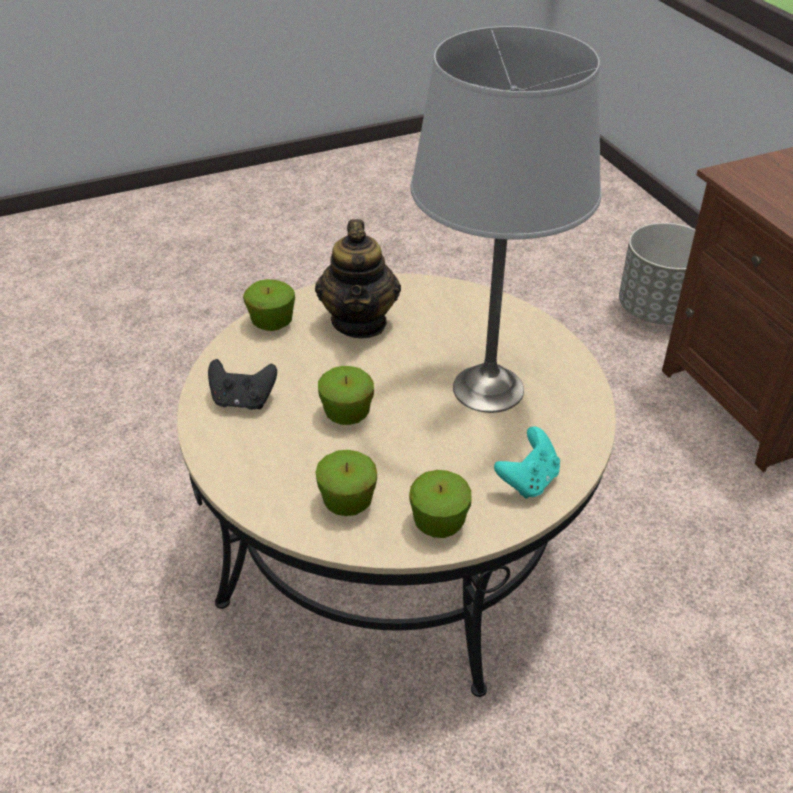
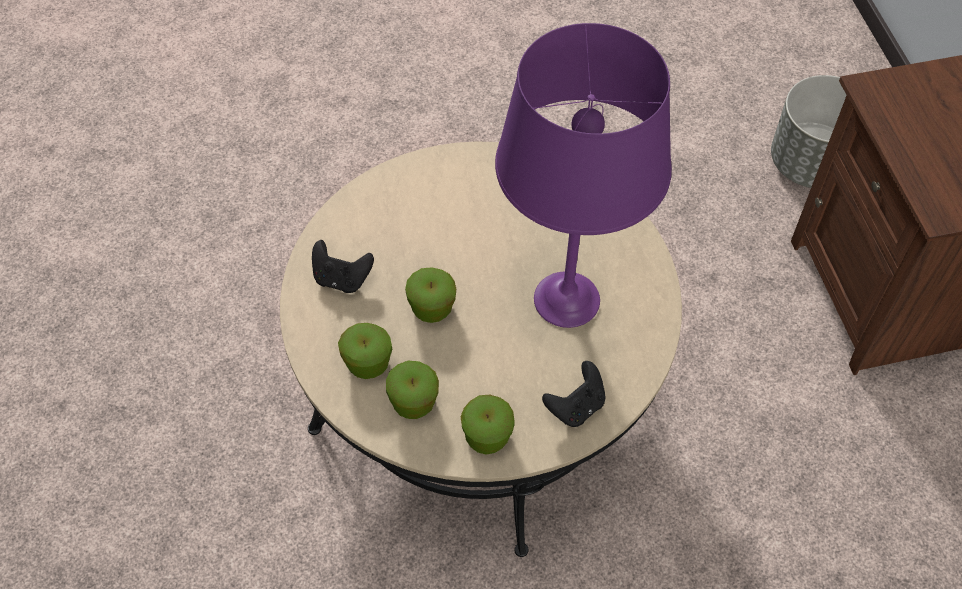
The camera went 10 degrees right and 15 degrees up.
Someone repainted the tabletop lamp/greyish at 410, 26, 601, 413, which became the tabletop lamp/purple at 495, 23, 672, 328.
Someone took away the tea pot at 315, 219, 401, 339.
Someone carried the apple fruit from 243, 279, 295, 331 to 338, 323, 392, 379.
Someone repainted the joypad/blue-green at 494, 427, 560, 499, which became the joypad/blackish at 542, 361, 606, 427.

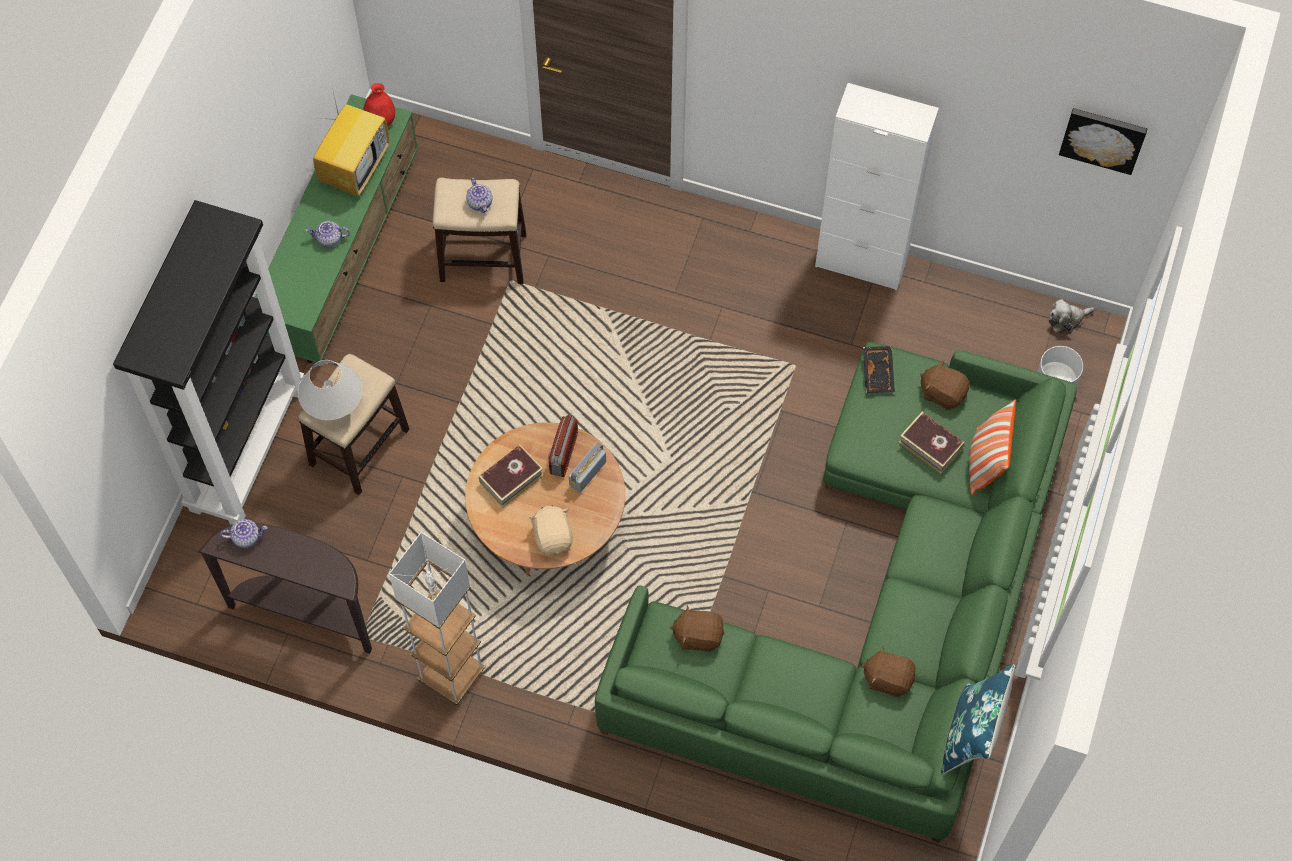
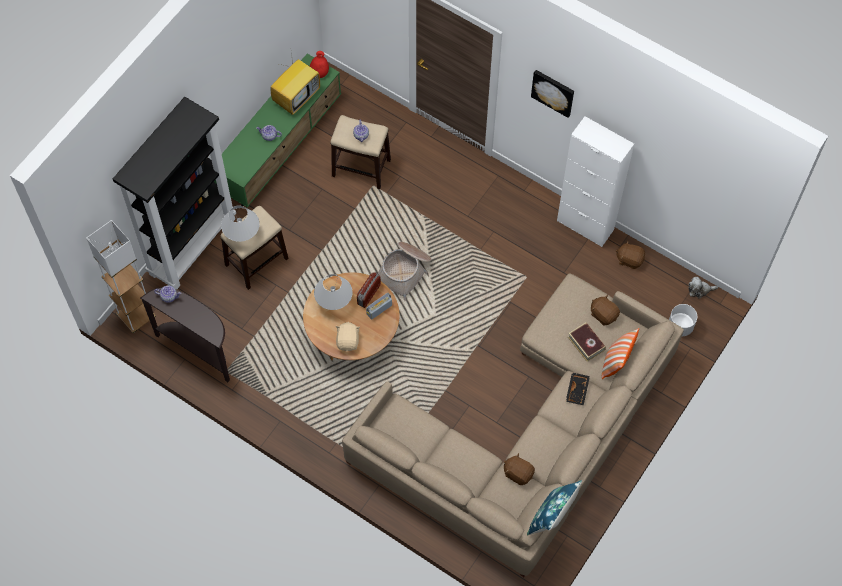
The camera went 15 degrees right and 0 degrees up.
Someone carried the wall art from 1059, 108, 1147, 175 to 531, 70, 574, 118.
Someone repainted the couch/greenish at 595, 342, 1077, 842, which became the couch/beige-coloured at 342, 273, 684, 577.
Someone carried the carrying tray/blackish from 863, 346, 895, 393 to 566, 372, 590, 405.
Someone swapped the book at 479, 445, 544, 507 for the tabletop lamp/white-coloured at 314, 274, 352, 310.
Someone carried the floor lamp/white-coloured from 389, 532, 486, 705 to 87, 220, 156, 333.
Someone carried the cuddly toy/brownish from 670, 605, 725, 652 to 615, 241, 645, 269.
Someone put down the storage basket at 378, 242, 431, 301.

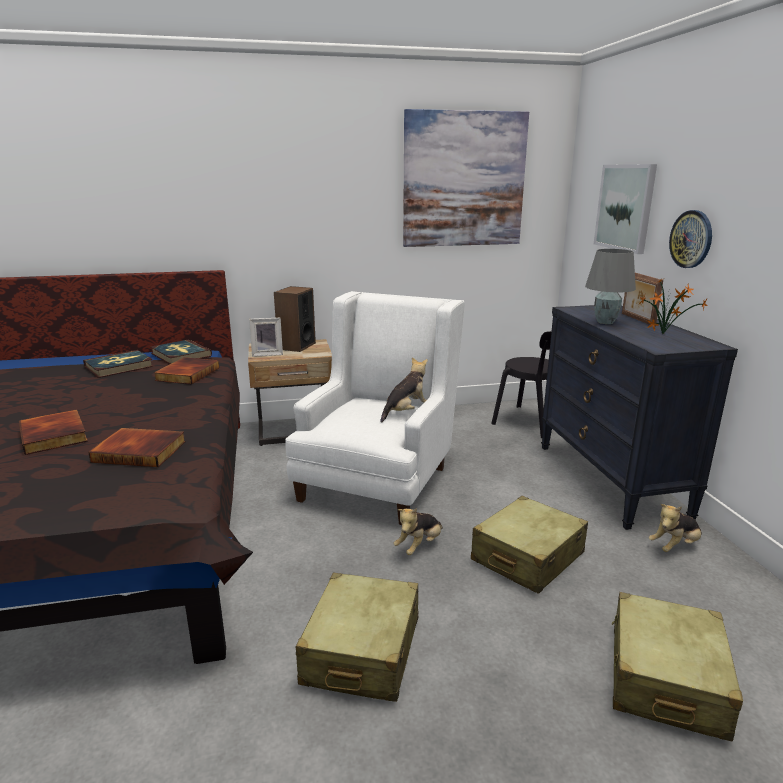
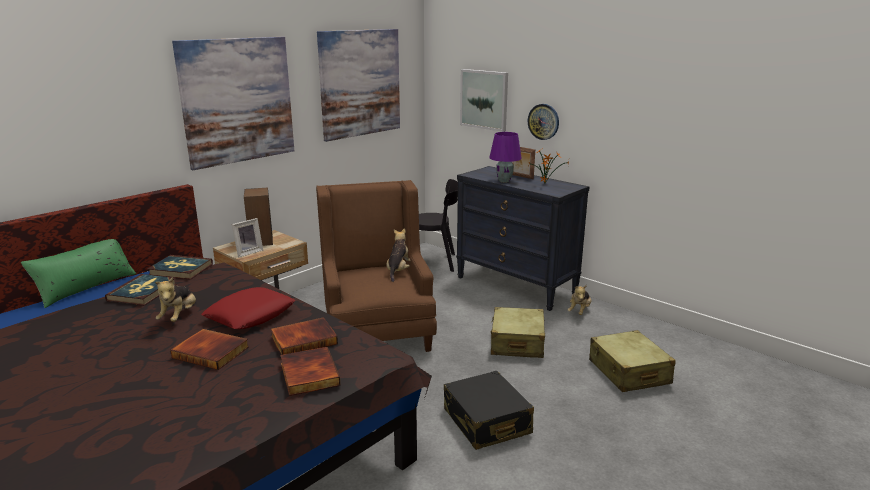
The camera went 35 degrees left and 0 degrees up.
Someone repainted the tabletop lamp/greyish at 585, 249, 636, 324, which became the tabletop lamp/purple at 489, 132, 522, 182.
Someone repainted the lounge chair/white-coloured at 285, 291, 465, 525, which became the lounge chair/brownish at 316, 180, 437, 352.
Someone carried the book from 154, 357, 219, 385 to 280, 347, 340, 396.
Someone carried the cuddly toy from 393, 508, 443, 555 to 155, 277, 196, 322.
Someone repainted the travel case/beige-coloured at 295, 573, 418, 702, which became the travel case/blackish at 444, 371, 534, 450.
Someone put up the wall art at 172, 37, 294, 170.
Someone put down the pillow/greenish at 21, 239, 136, 308.
Someone put down the pillow/red at 201, 287, 295, 329.

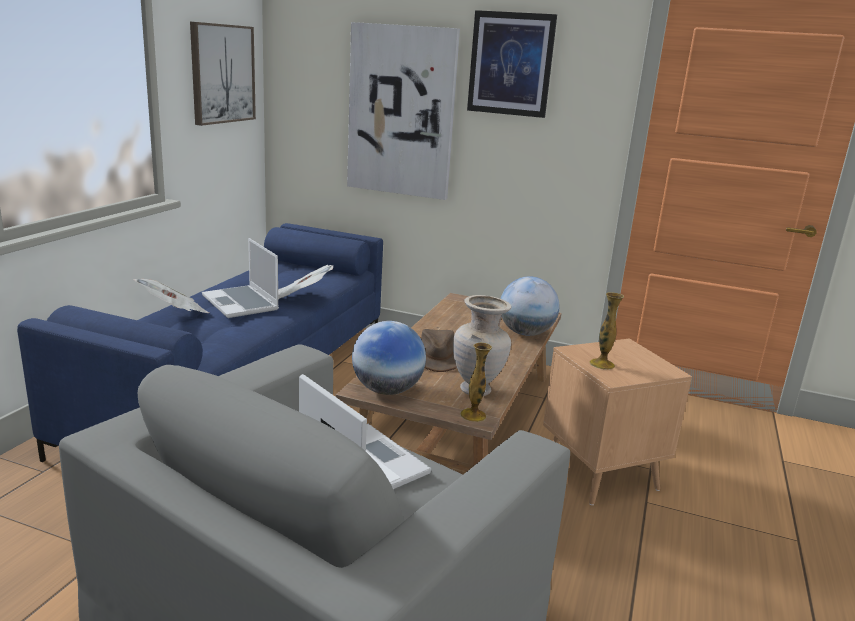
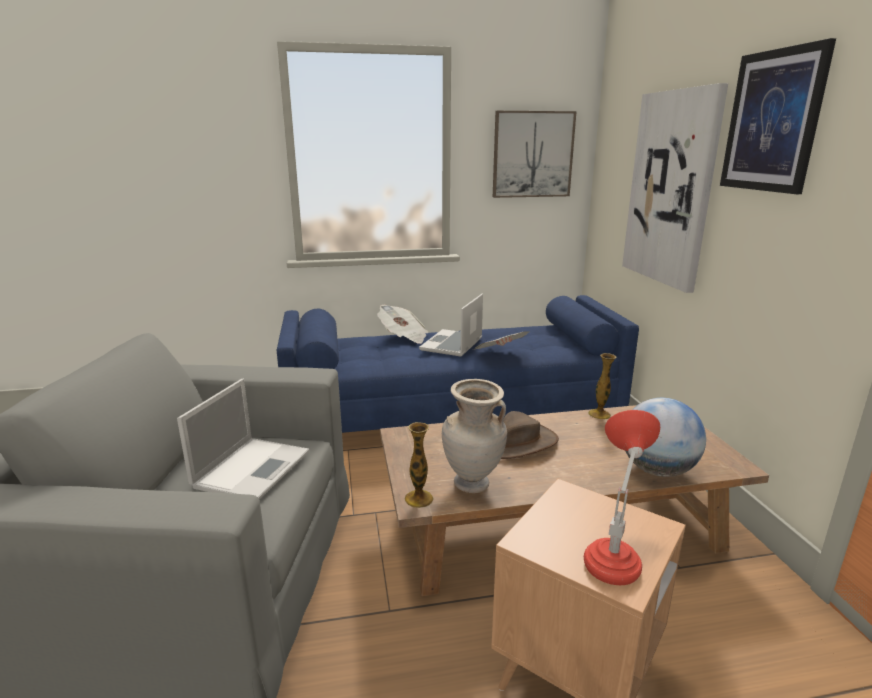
The camera went 60 degrees right and 0 degrees up.
Someone carried the vase from 589, 292, 624, 370 to 588, 353, 617, 419.
Someone took away the desk globe at 352, 321, 426, 395.
Someone put down the tabletop lamp/red at 584, 410, 660, 585.

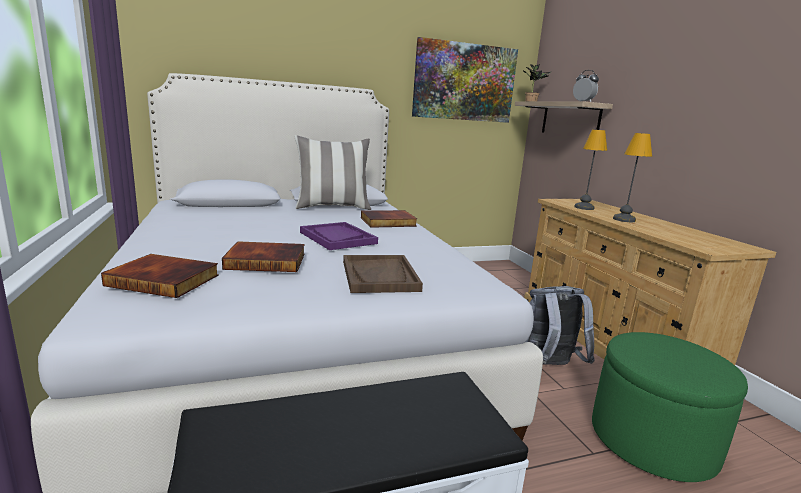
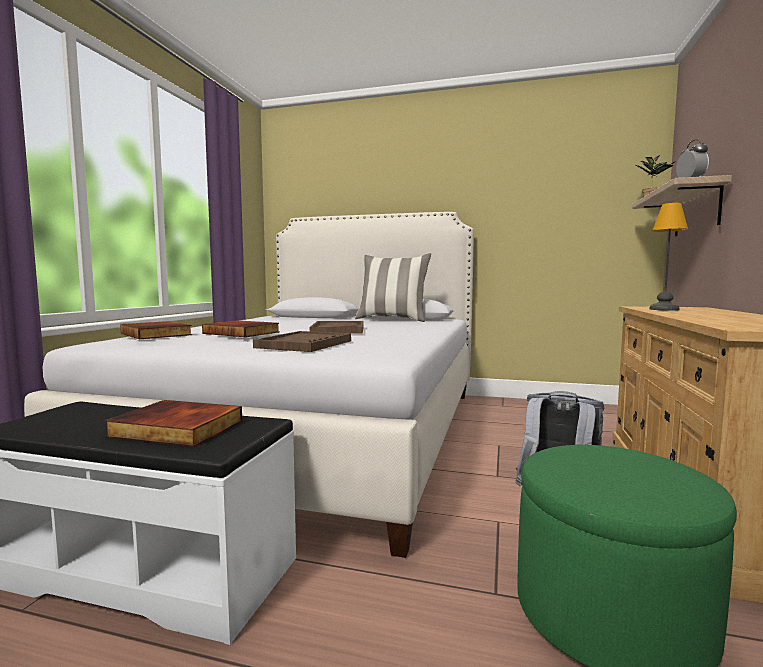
The camera went 35 degrees right and 10 degrees down.
Someone took away the wall art at 412, 37, 518, 123.
Someone took away the tabletop lamp at 613, 133, 652, 222.
Someone carried the book from 361, 210, 417, 228 to 105, 400, 242, 447.
Someone repainted the carrying tray/purple at 300, 222, 378, 250, which became the carrying tray/brownish at 310, 321, 364, 334.

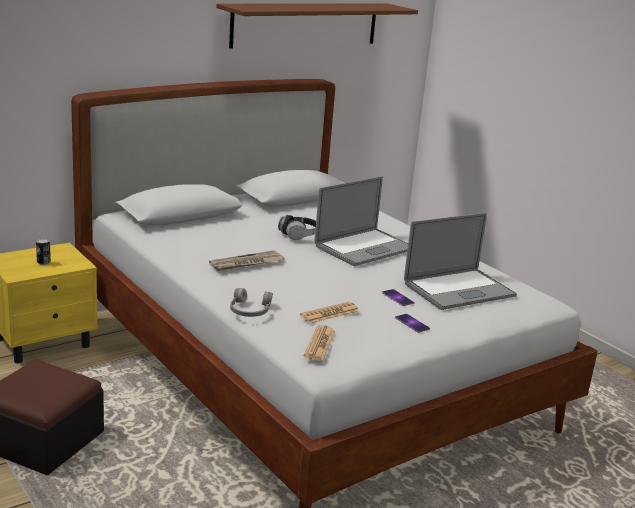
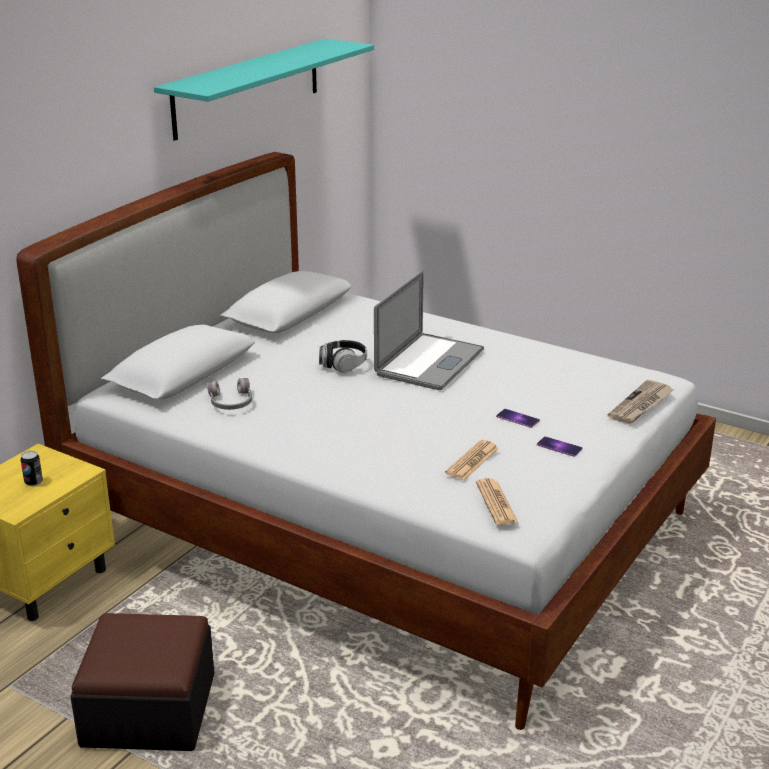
The camera went 20 degrees left and 5 degrees up.
Someone repainted the bracket shelf/brownish at 216, 3, 418, 49, which became the bracket shelf/blue-green at 154, 39, 374, 141.
Someone took away the portable computer at 404, 213, 517, 310.
Someone carried the printed paper from 209, 250, 284, 271 to 608, 380, 674, 424.
Someone carried the headset/greyish from 230, 288, 273, 317 to 207, 378, 252, 410.

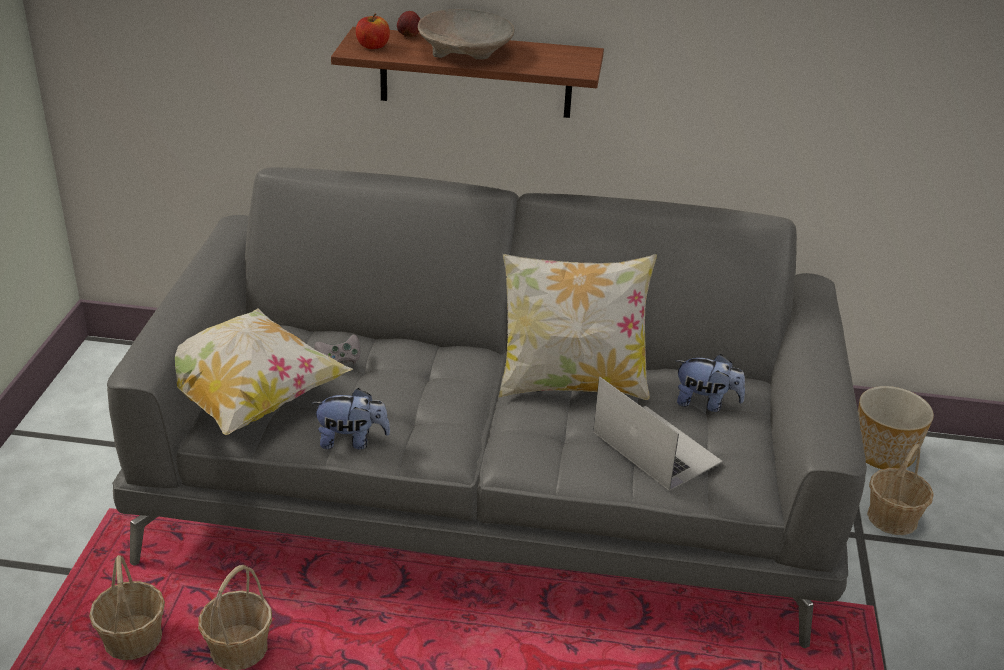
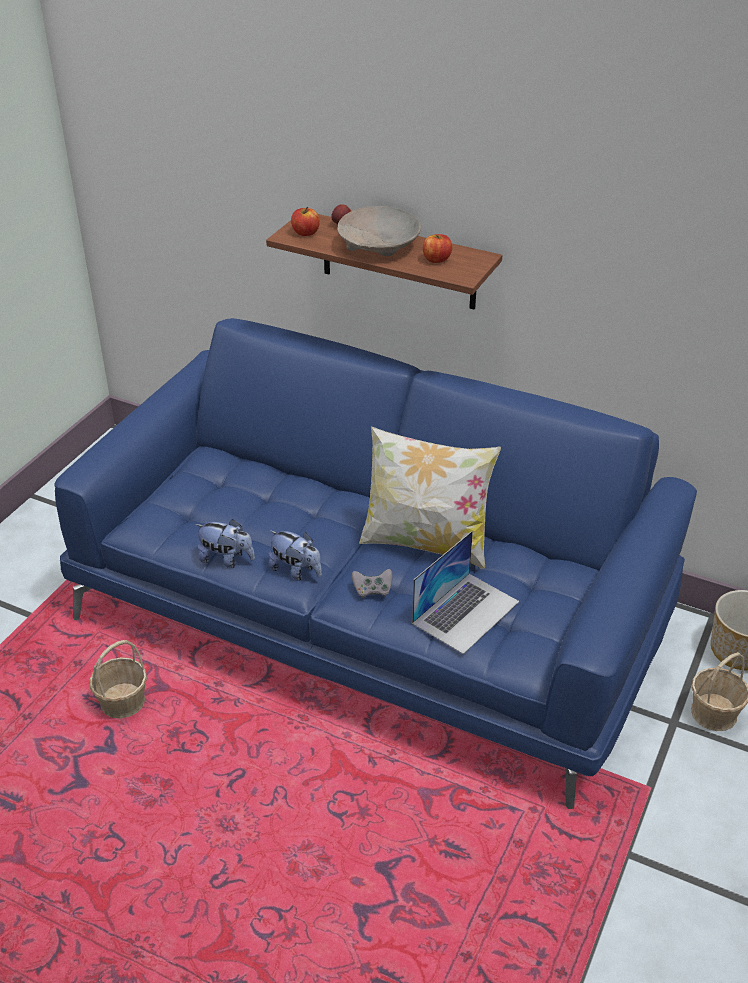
The camera went 20 degrees right and 5 degrees up.
Someone repainted the couch/greyish at 107, 167, 867, 648, which became the couch/blue-coloured at 54, 318, 697, 809.
Someone took away the pillow at 175, 308, 353, 435.
Someone carried the joypad/greyish from 314, 334, 360, 364 to 352, 569, 393, 598.
Someone carried the cuddly toy from 676, 354, 745, 412 to 269, 530, 322, 581.
Someone rotated the portable computer at 593, 376, 723, 491 by 60 degrees clockwise.
Someone took away the storage basket at 89, 555, 165, 660.
Someone put down the apple fruit at 423, 234, 452, 263.

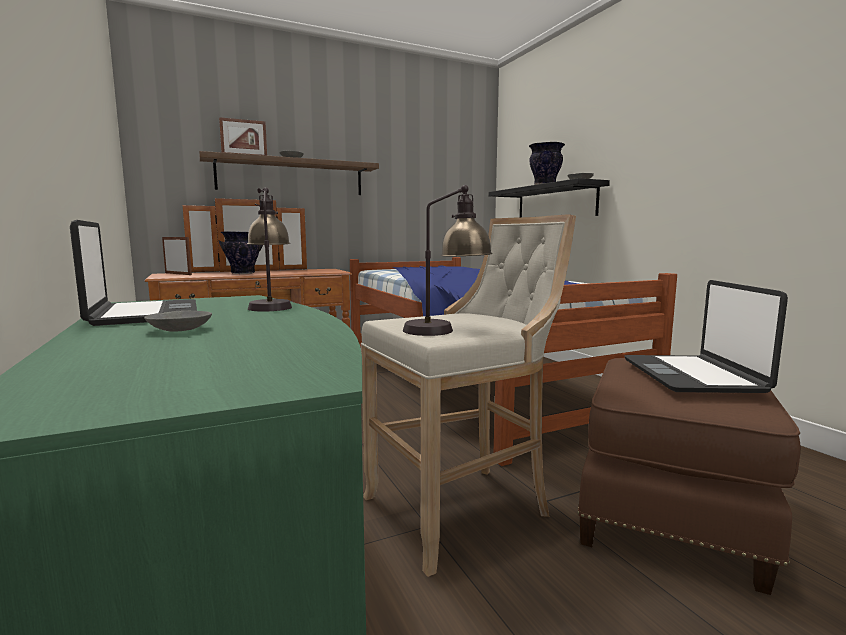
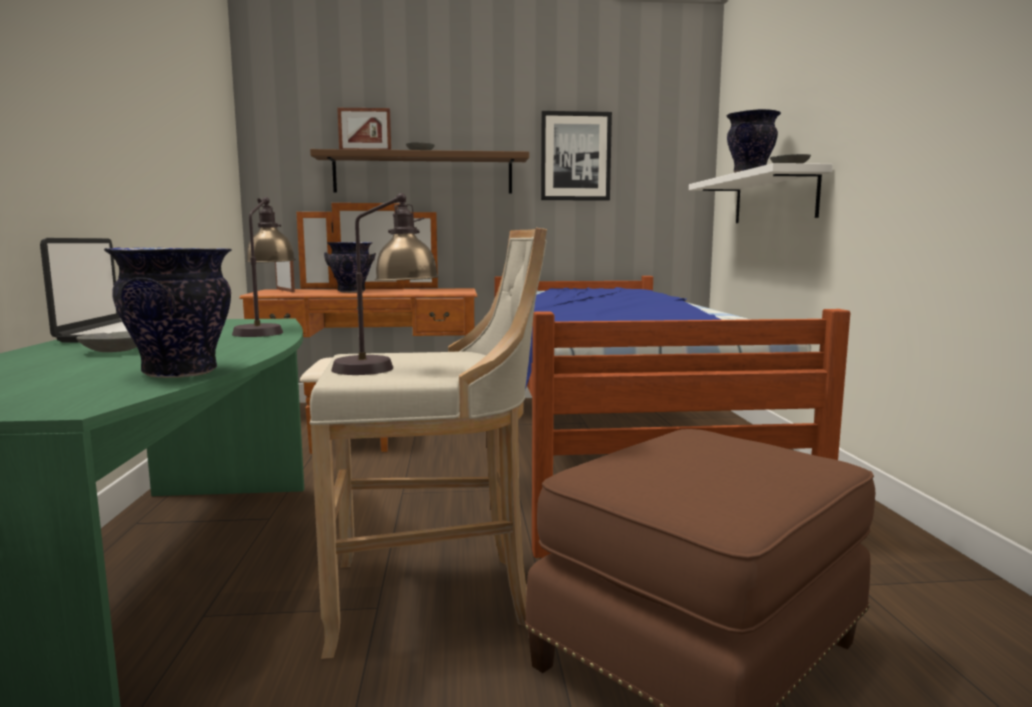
The camera went 20 degrees right and 0 degrees up.
Someone repainted the bracket shelf/blackish at 489, 178, 610, 217, which became the bracket shelf/white-coloured at 689, 163, 833, 223.
Someone took away the portable computer at 625, 280, 788, 393.
Someone put up the wall art at 541, 111, 612, 201.
Someone put down the vase at 104, 248, 231, 378.

